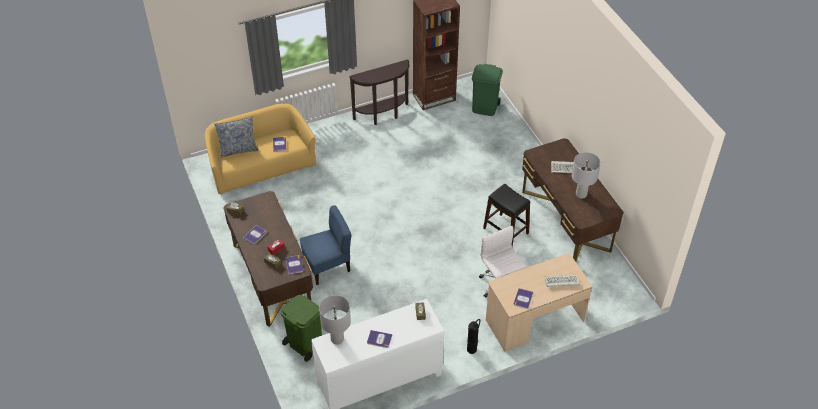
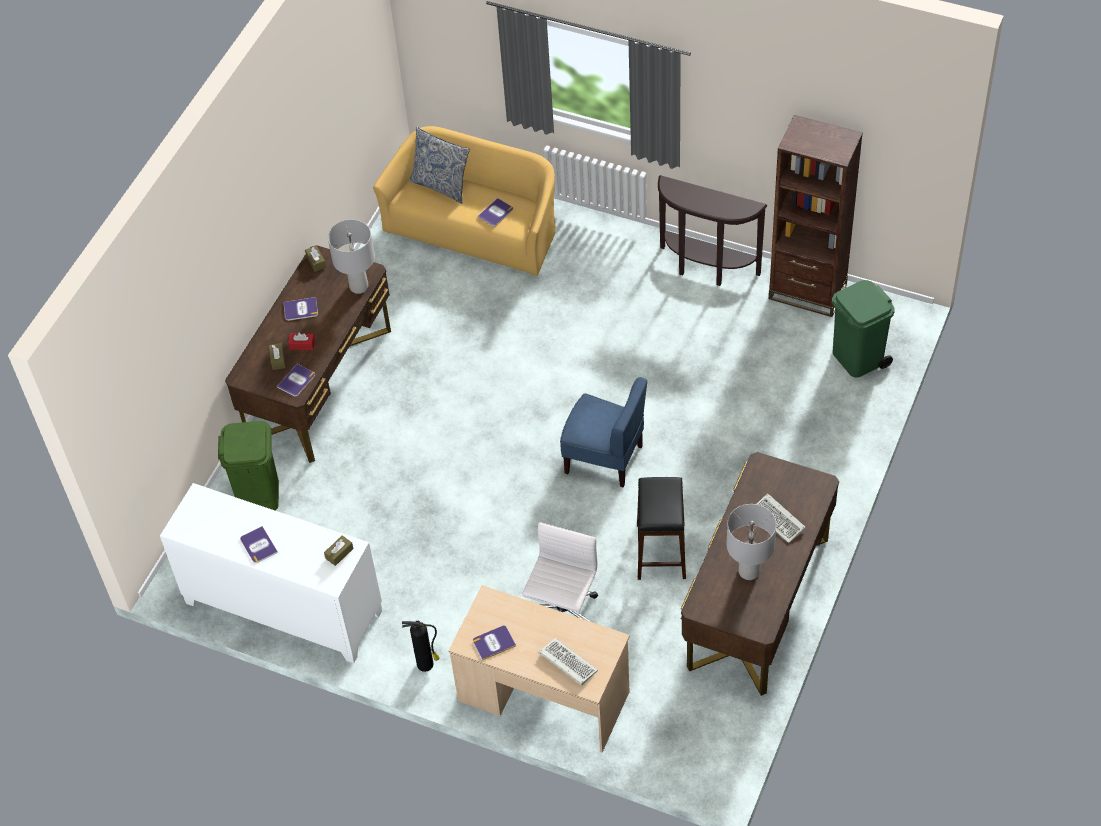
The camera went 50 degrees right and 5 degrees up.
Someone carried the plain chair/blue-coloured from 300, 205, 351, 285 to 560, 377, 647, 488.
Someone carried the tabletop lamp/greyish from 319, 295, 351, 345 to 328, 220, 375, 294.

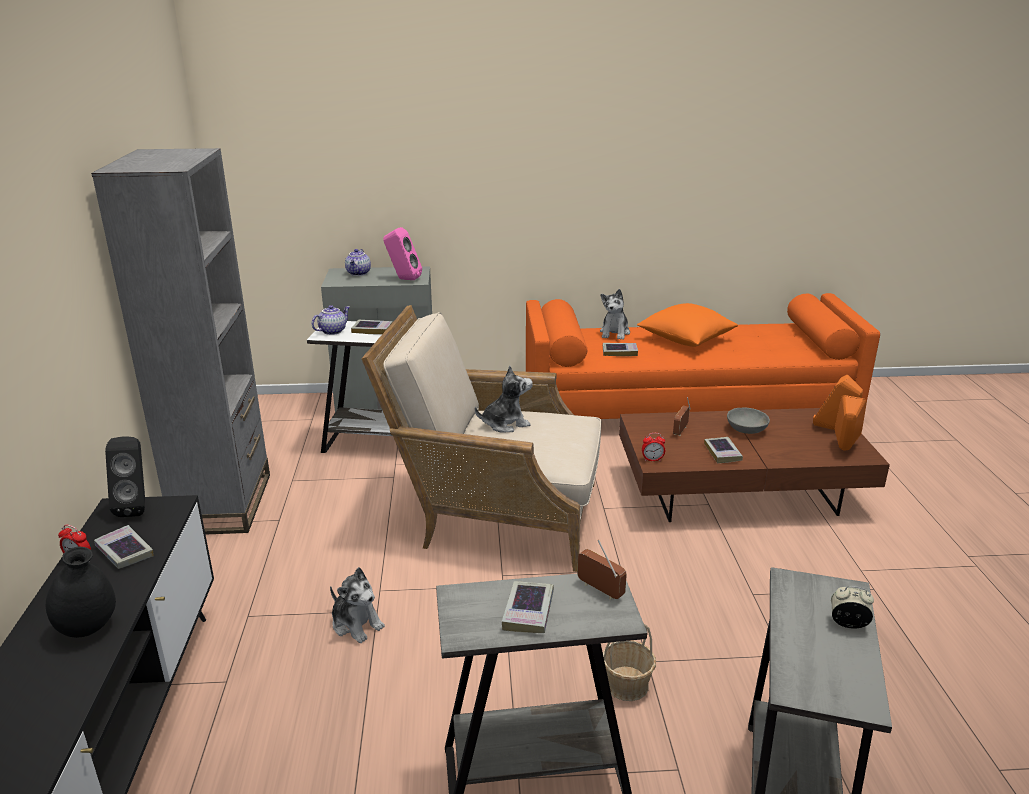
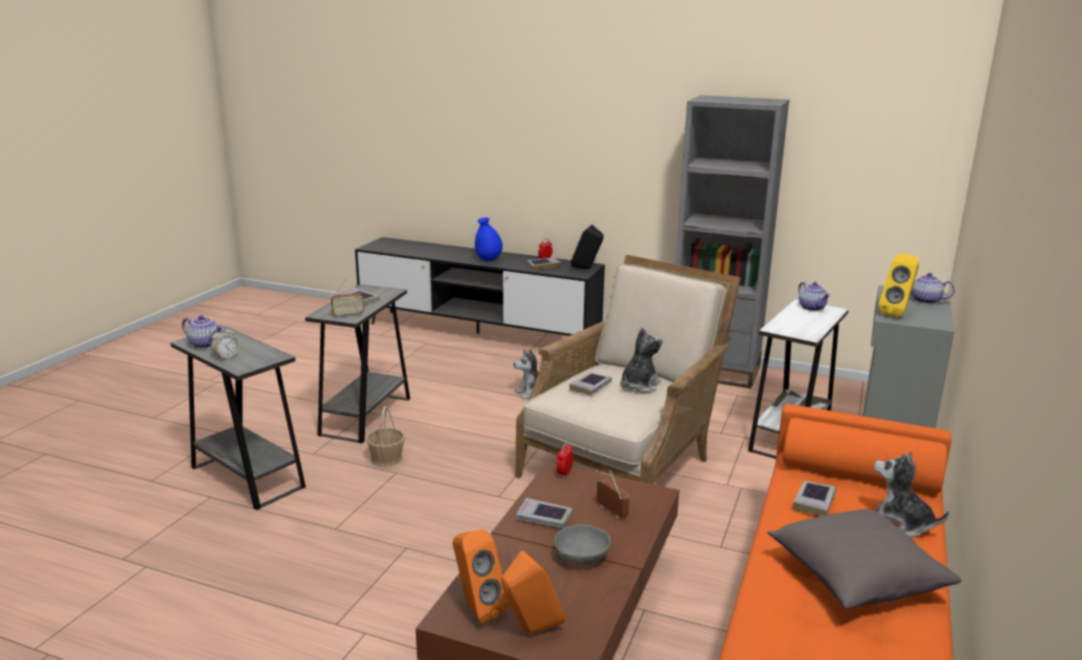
The camera went 115 degrees right and 5 degrees down.
Someone repainted the speaker/pinkish at 383, 227, 422, 280, which became the speaker/yellowish at 879, 253, 919, 317.
Someone repainted the pillow/orange-coloured at 637, 303, 738, 347, which became the pillow/greyish at 767, 509, 961, 610.
Someone carried the book from 351, 320, 393, 335 to 569, 372, 612, 395.
Someone rotated the cuddly toy at 475, 366, 533, 432 by 150 degrees counterclockwise.
Someone repainted the vase/blackish at 46, 547, 116, 638, which became the vase/blue-coloured at 475, 218, 503, 261.
Someone put down the tea pot at 182, 315, 223, 348.

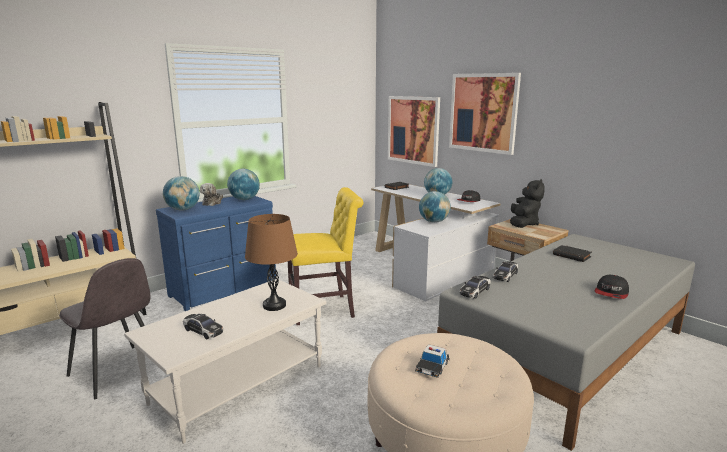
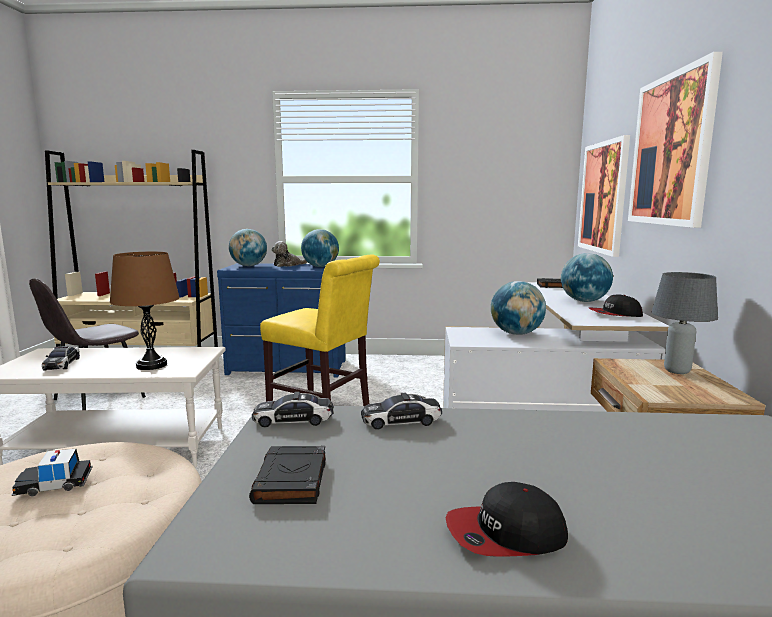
The camera went 45 degrees right and 5 degrees down.
Someone swapped the cuddly toy/blackish at 510, 179, 545, 228 for the tabletop lamp/greyish at 652, 272, 718, 374.
Someone carried the book/blackish from 553, 245, 592, 262 to 249, 446, 326, 504.
Someone rotated the plain chair/greyish at 59, 258, 151, 399 by 45 degrees clockwise.

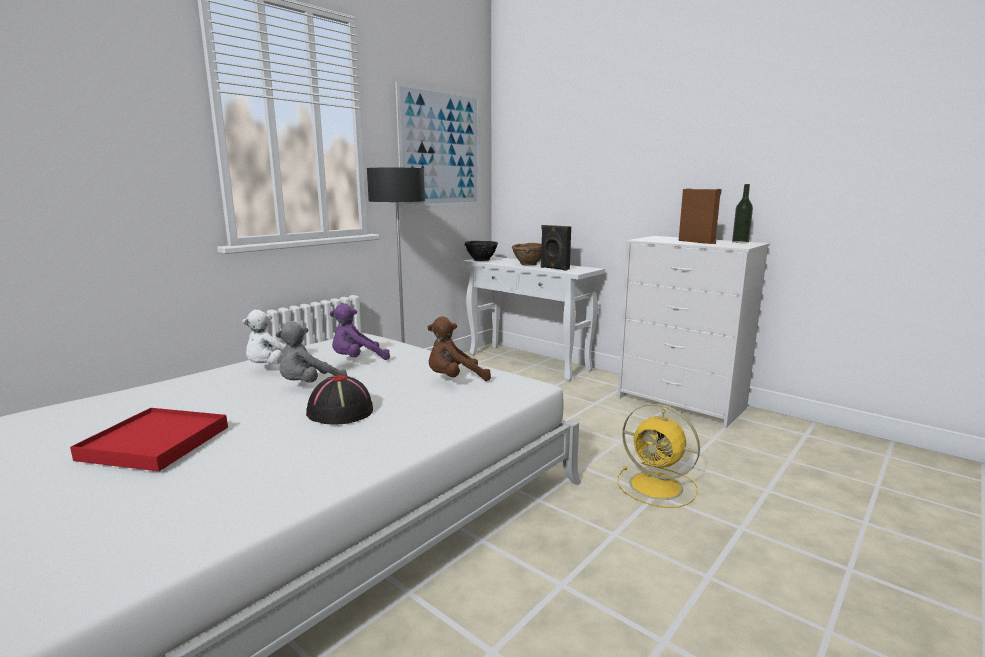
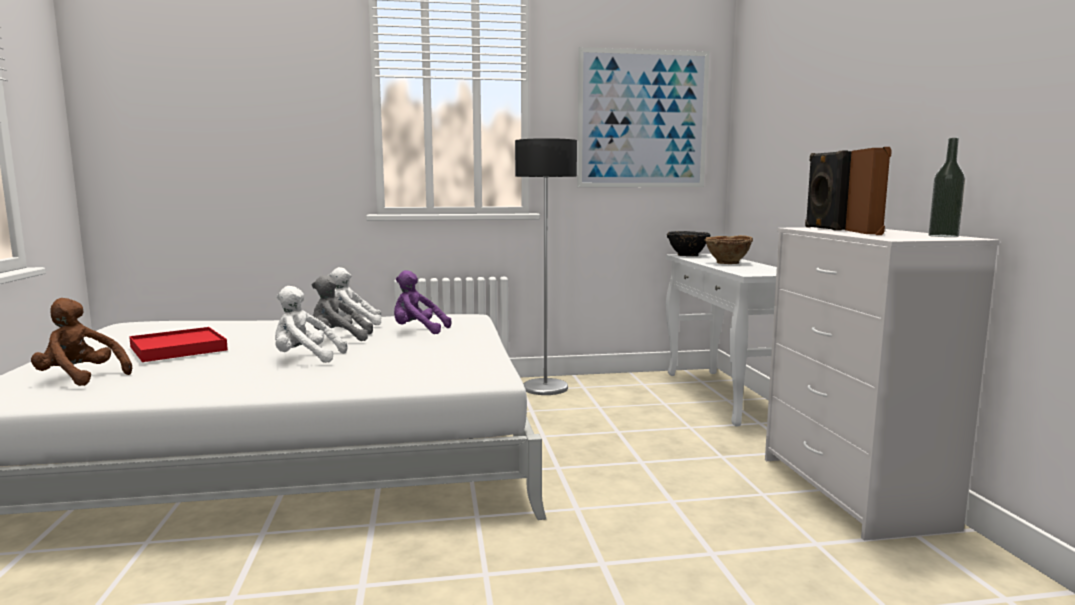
The camera went 40 degrees right and 5 degrees down.
Someone carried the speaker/blackish from 541, 225, 571, 270 to 805, 150, 852, 231.
Someone carried the cuddly toy/brownish from 427, 317, 491, 381 to 31, 298, 132, 386.
Someone swapped the hat/blackish at 306, 375, 373, 425 for the cuddly toy/white-coloured at 275, 286, 348, 363.
Someone took away the electric fan/yellowish at 618, 404, 700, 508.

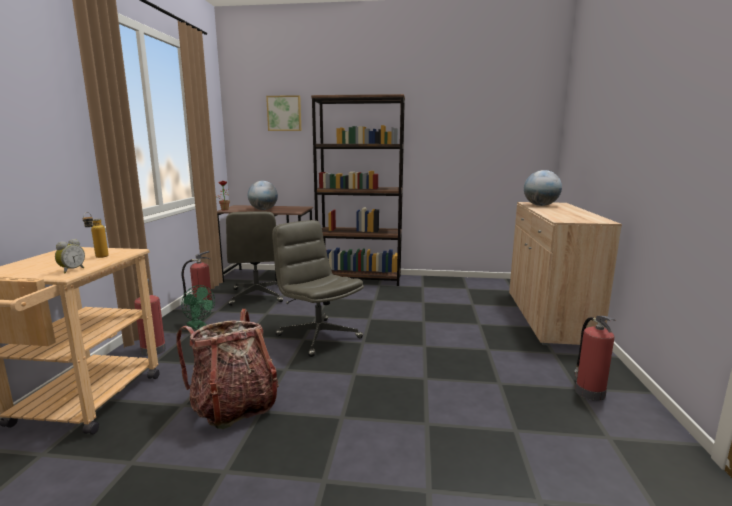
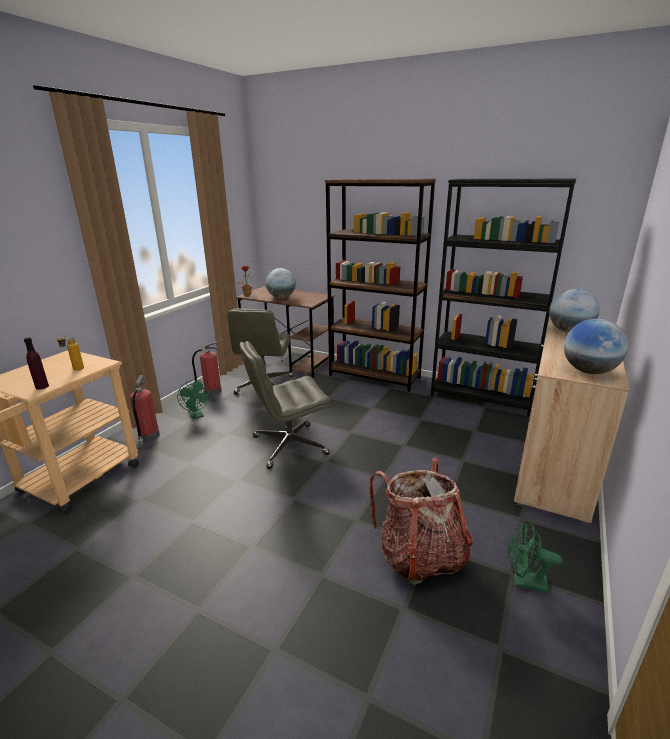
The camera went 20 degrees right and 10 degrees up.
Someone took away the wall art at 266, 95, 301, 131.
Someone rotated the desk chair/greyish at 272, 220, 364, 357 by 90 degrees counterclockwise.
Someone swapped the alarm clock at 55, 239, 85, 273 for the bottle/purple at 24, 337, 49, 390.
Someone carried the backpack from 176, 309, 279, 429 to 369, 457, 473, 585.
Someone swapped the fire extinguisher at 574, 316, 616, 401 for the electric fan/greenish at 508, 522, 563, 593.
Someone put down the bookcase/blackish at 431, 179, 576, 416.
Someone put down the desk globe at 564, 319, 628, 374.

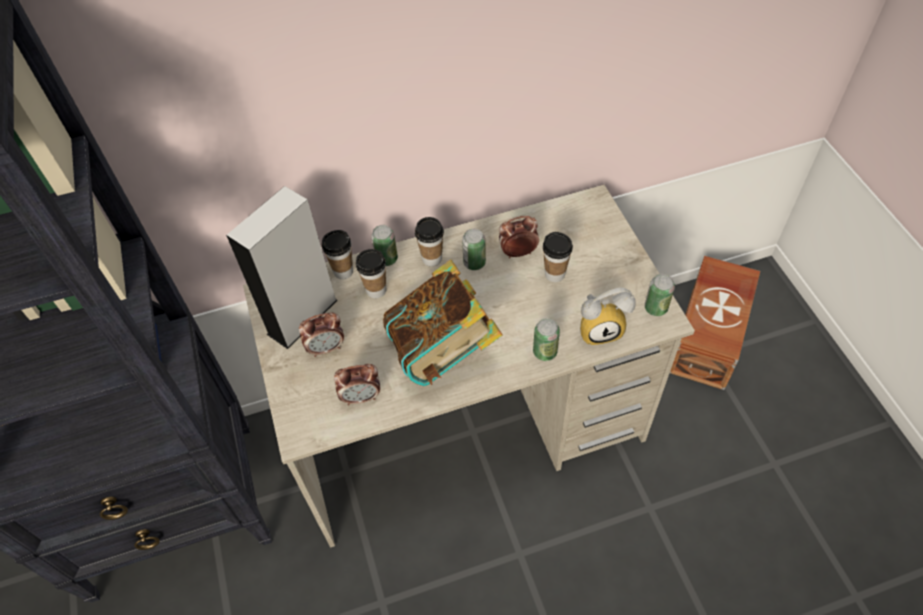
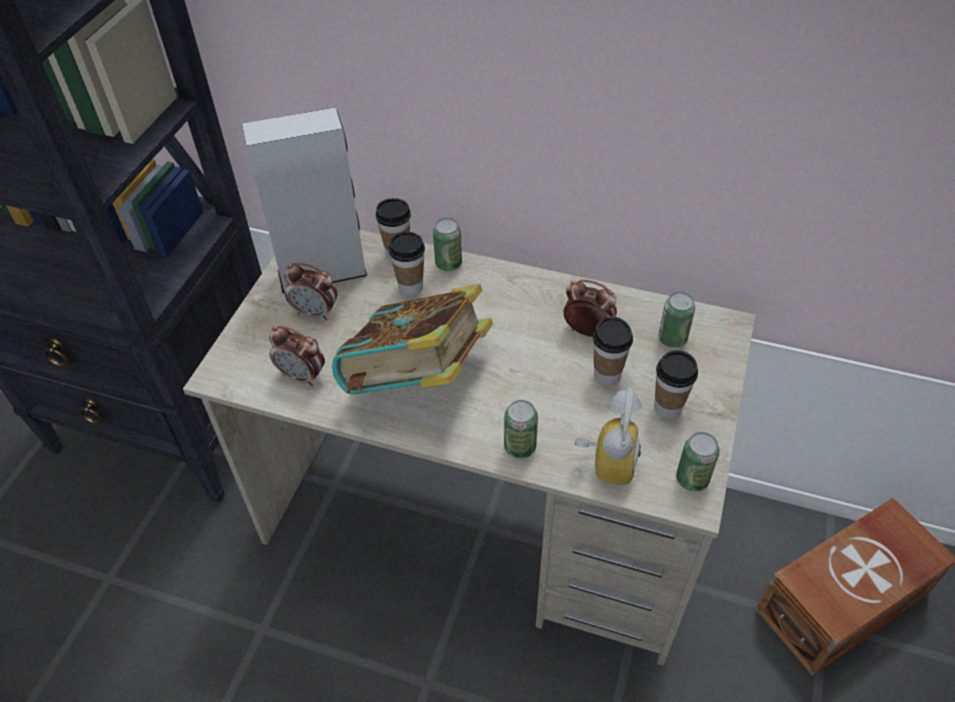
The camera went 35 degrees right and 5 degrees down.
Someone carried the cup from 415, 217, 444, 267 to 654, 350, 698, 419.
Someone carried the sealed can from 462, 229, 486, 270 to 658, 292, 695, 348.
Someone rotated the alarm clock at 580, 288, 636, 346 by 105 degrees counterclockwise.

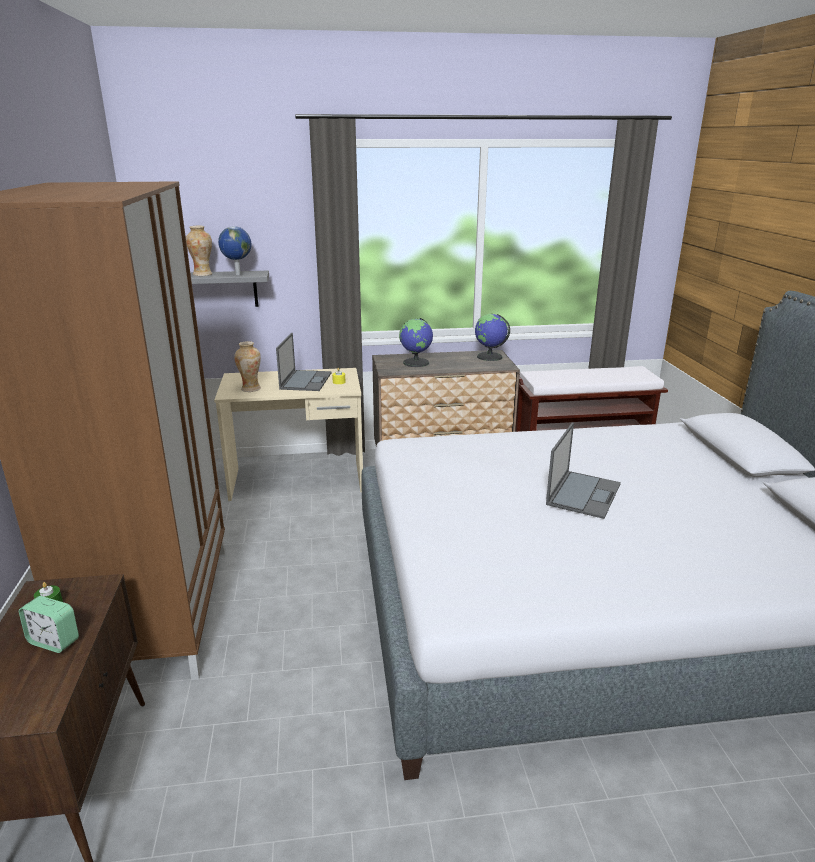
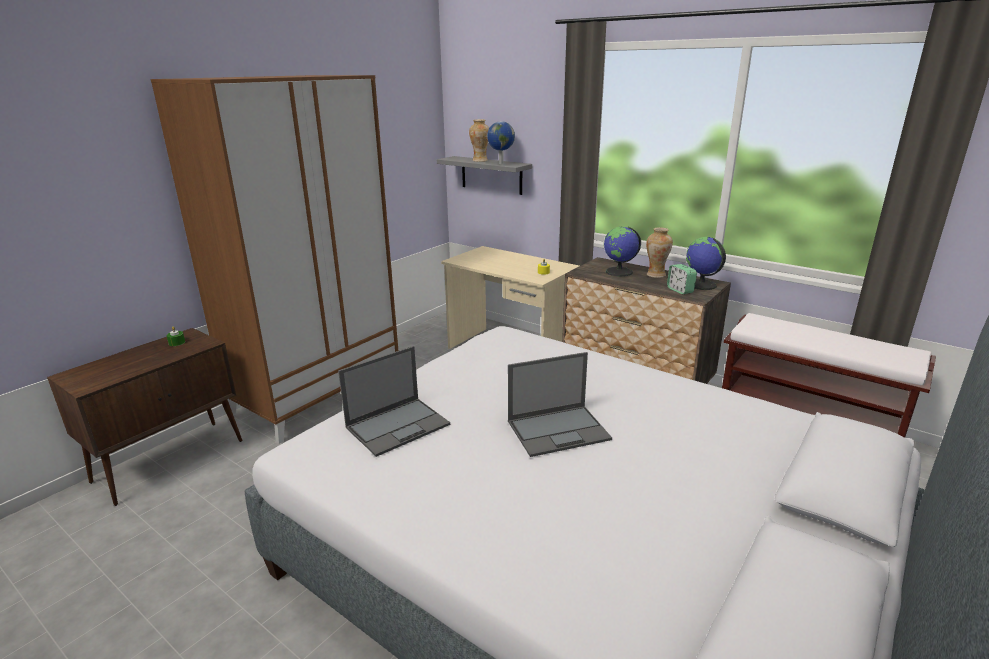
The camera went 45 degrees right and 0 degrees up.
Someone carried the portable computer from 276, 333, 332, 391 to 338, 346, 450, 457.
Someone carried the vase from 234, 341, 261, 392 to 646, 228, 673, 278.
Someone carried the alarm clock from 19, 596, 79, 653 to 667, 264, 697, 294.

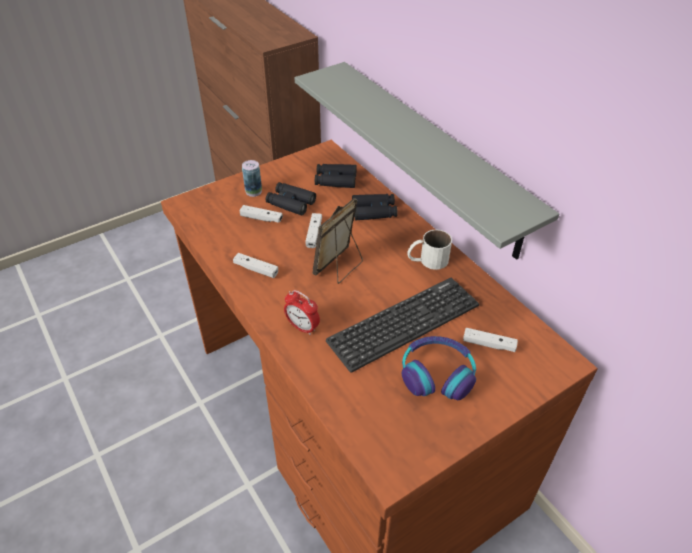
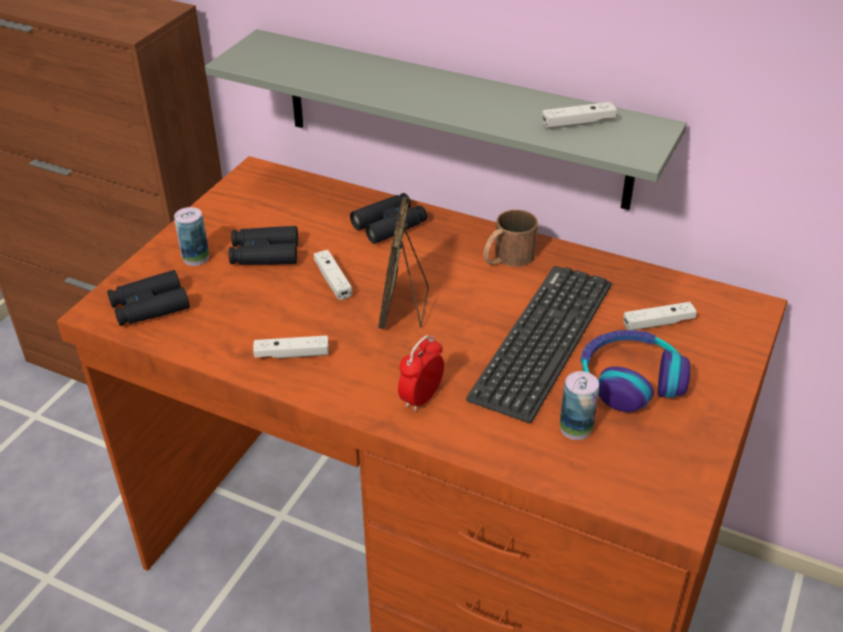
The camera went 30 degrees left and 5 degrees down.
Someone carried the binoculars/blackish from 315, 164, 357, 188 to 107, 270, 190, 326.
Someone carried the joypad/white-coloured from 239, 205, 283, 223 to 542, 102, 617, 129.
Someone repainted the coffee mug/white-coloured at 407, 229, 452, 270, which became the coffee mug/brownish at 483, 210, 538, 267.
Someone rotated the alarm clock at 284, 290, 320, 335 by 120 degrees clockwise.
Someone put down the sealed can at 560, 371, 599, 440.

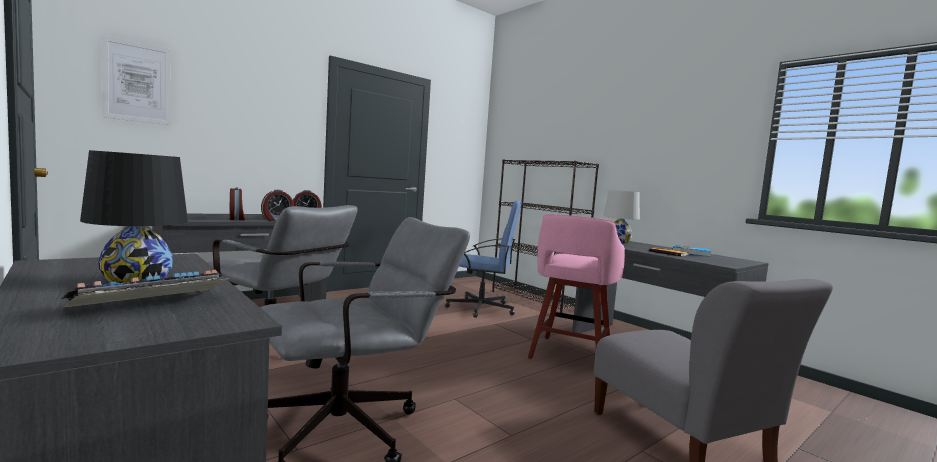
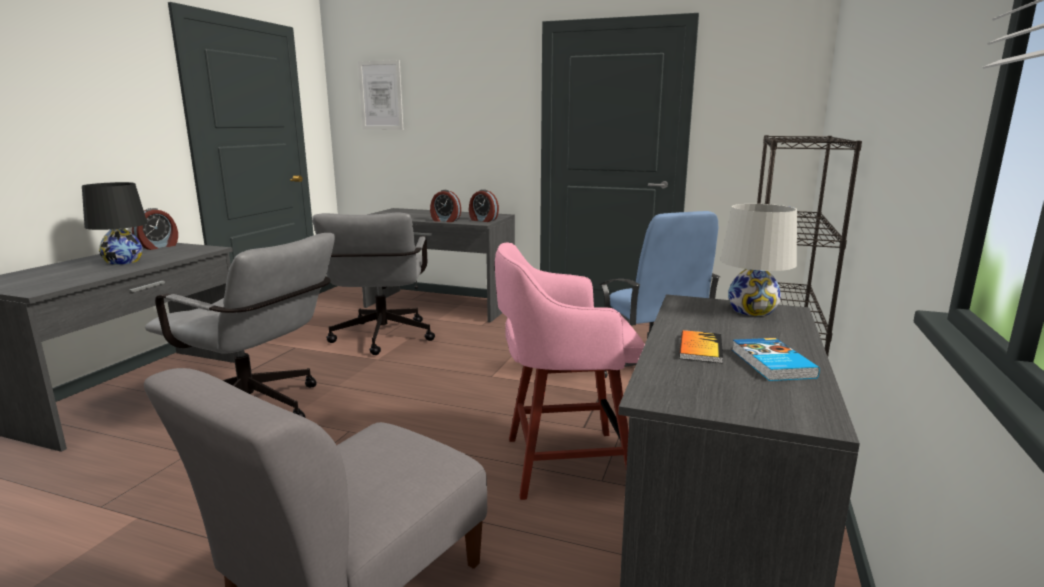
The camera went 60 degrees right and 10 degrees up.
Someone carried the alarm clock from 229, 187, 245, 220 to 132, 208, 178, 250.
Someone took away the computer keyboard at 61, 270, 229, 308.

